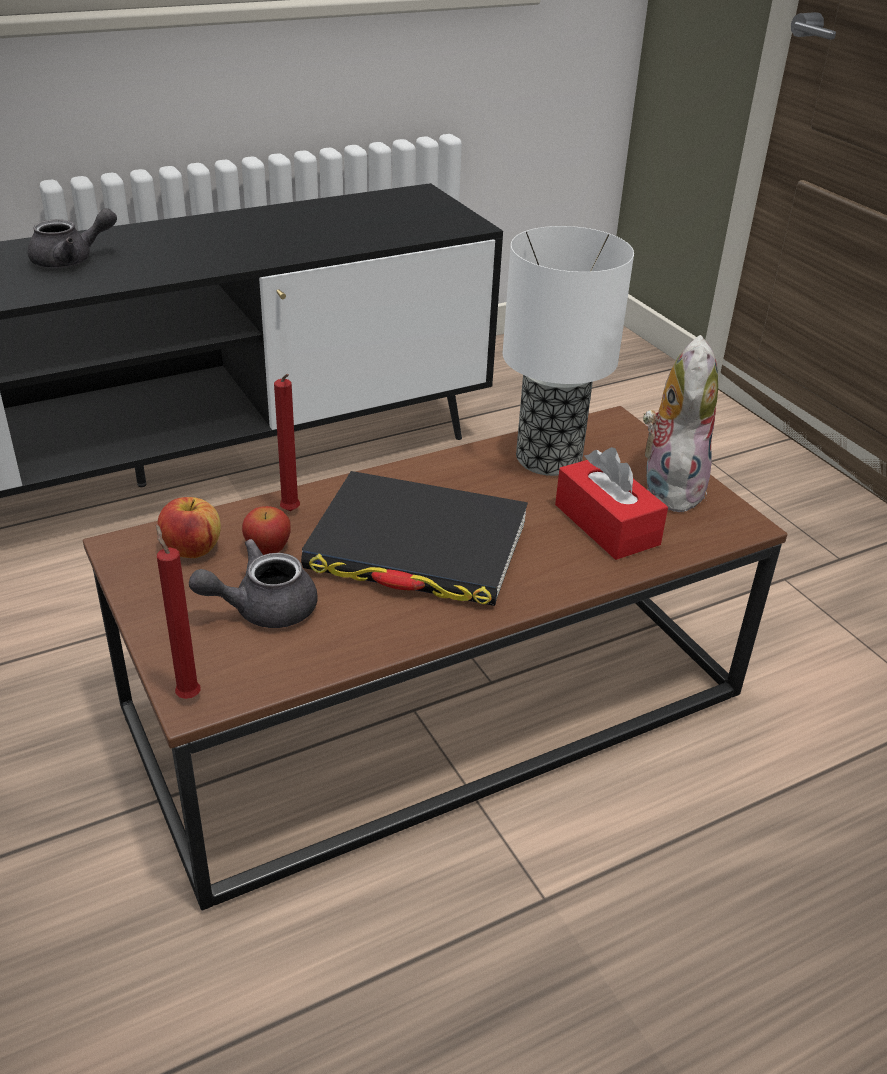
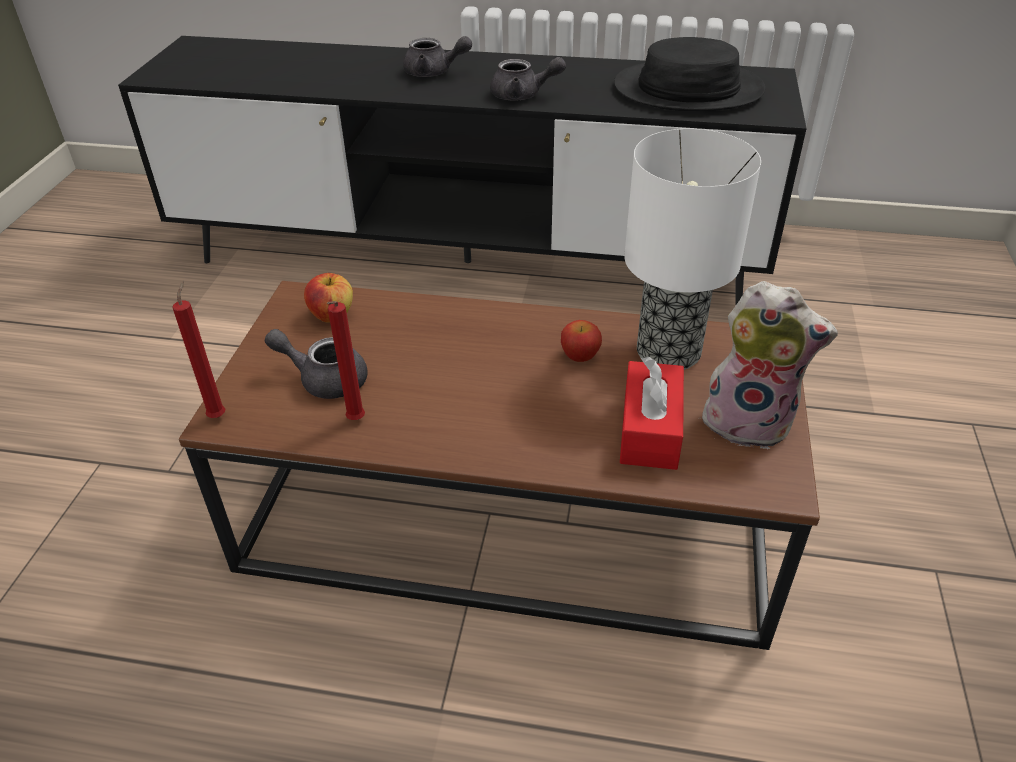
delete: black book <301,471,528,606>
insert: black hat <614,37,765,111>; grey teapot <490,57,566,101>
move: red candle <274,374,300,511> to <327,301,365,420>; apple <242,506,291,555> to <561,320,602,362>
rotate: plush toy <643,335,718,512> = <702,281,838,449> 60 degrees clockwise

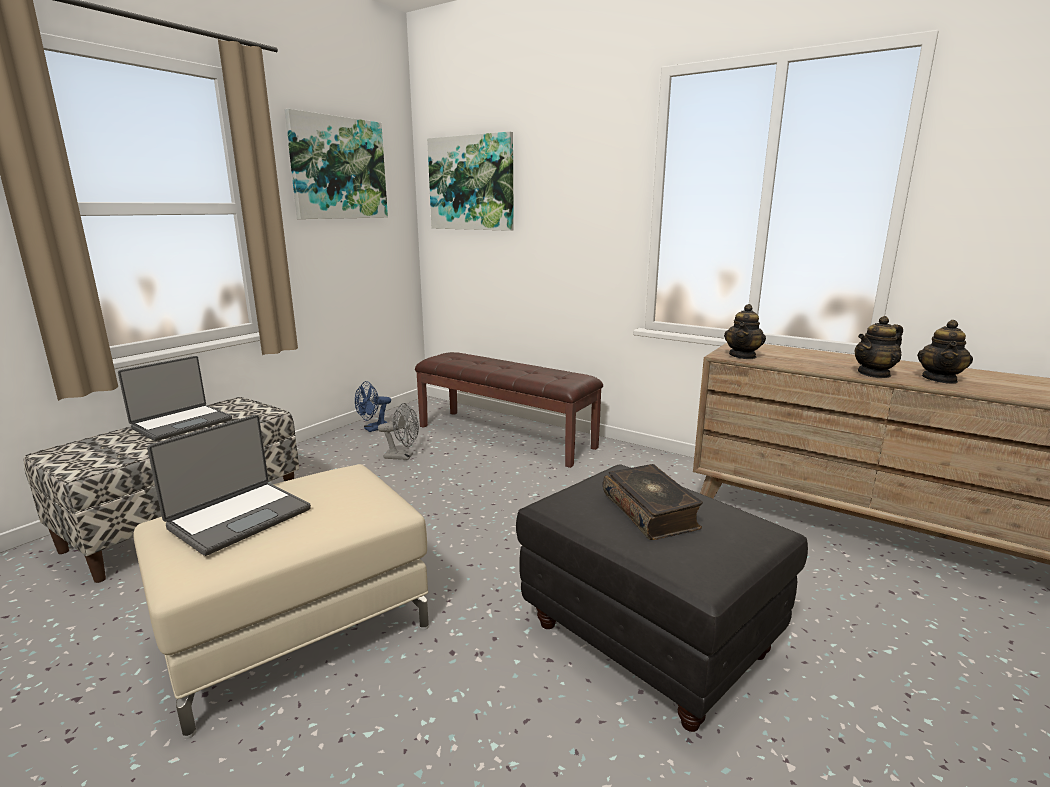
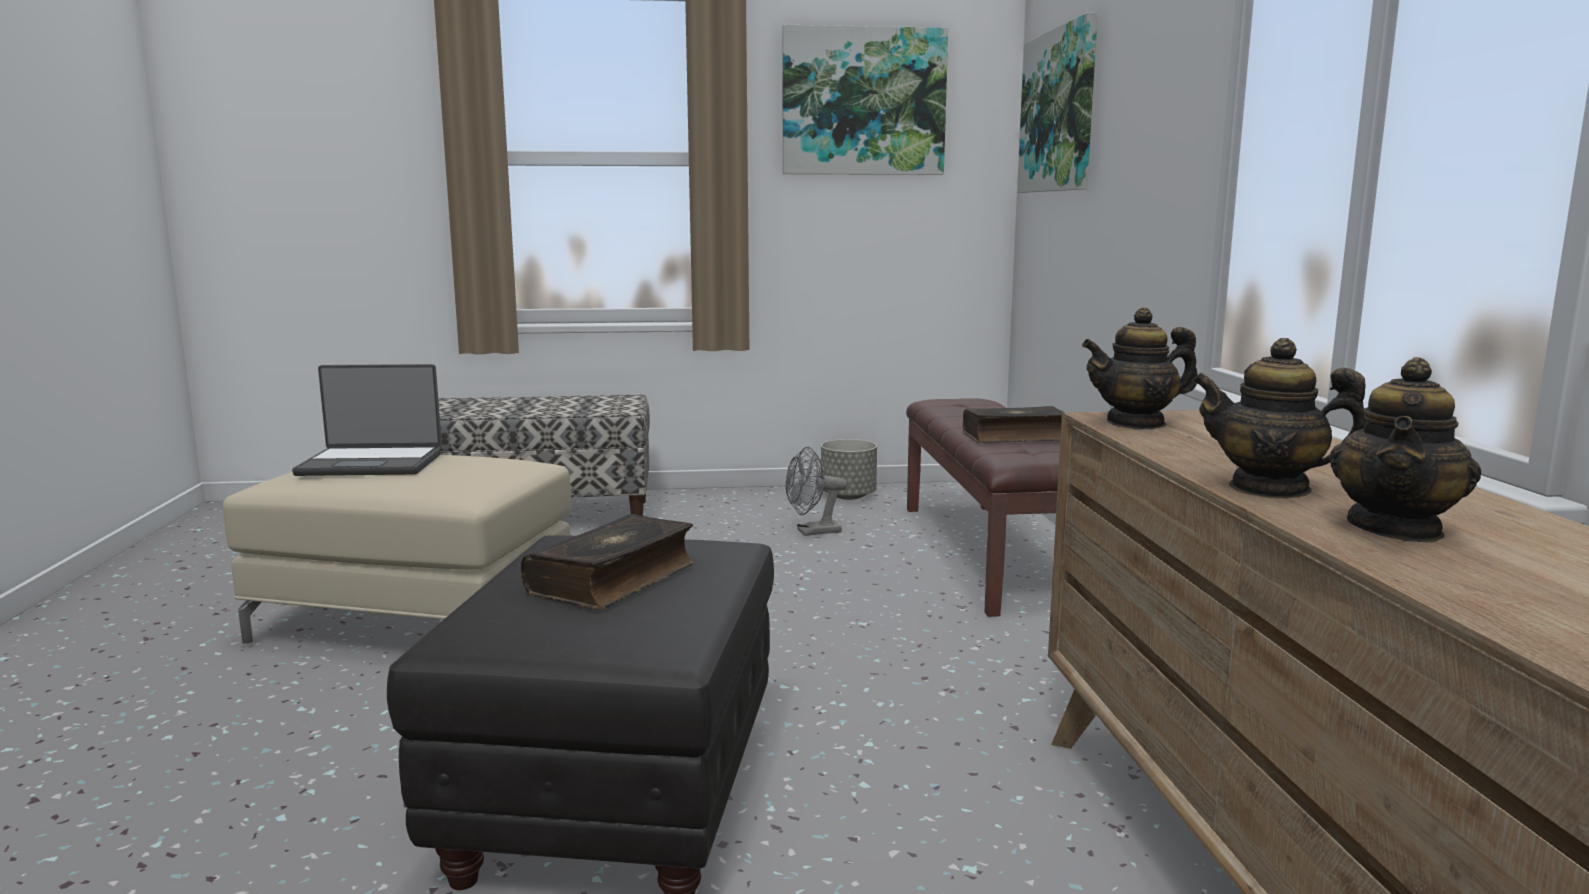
delete: laptop <118,356,232,441>
insert: book <963,406,1063,443>
replace: blue fan <355,381,391,432> to grey planter <821,439,877,500>
rotate: teapot <917,320,973,384> = <1329,357,1482,543> 45 degrees counterclockwise; grey fan <378,403,419,460> = <786,447,847,536> 105 degrees clockwise

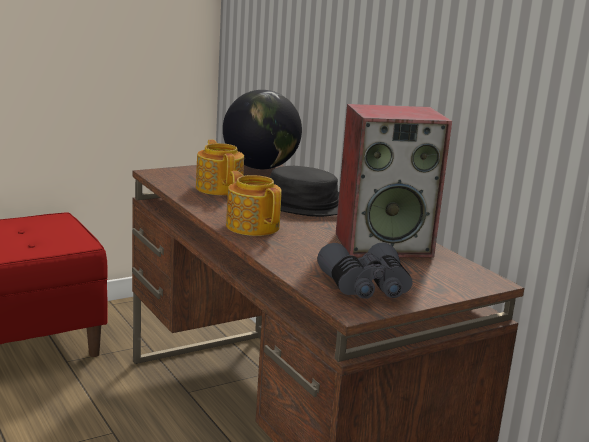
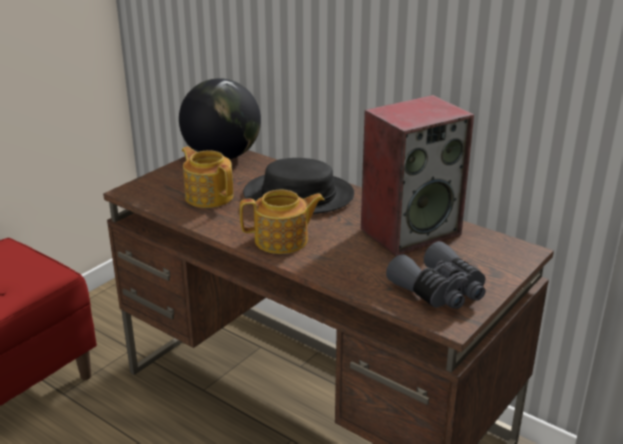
rotate: teapot <226,171,282,236> = <239,190,325,254> 135 degrees clockwise

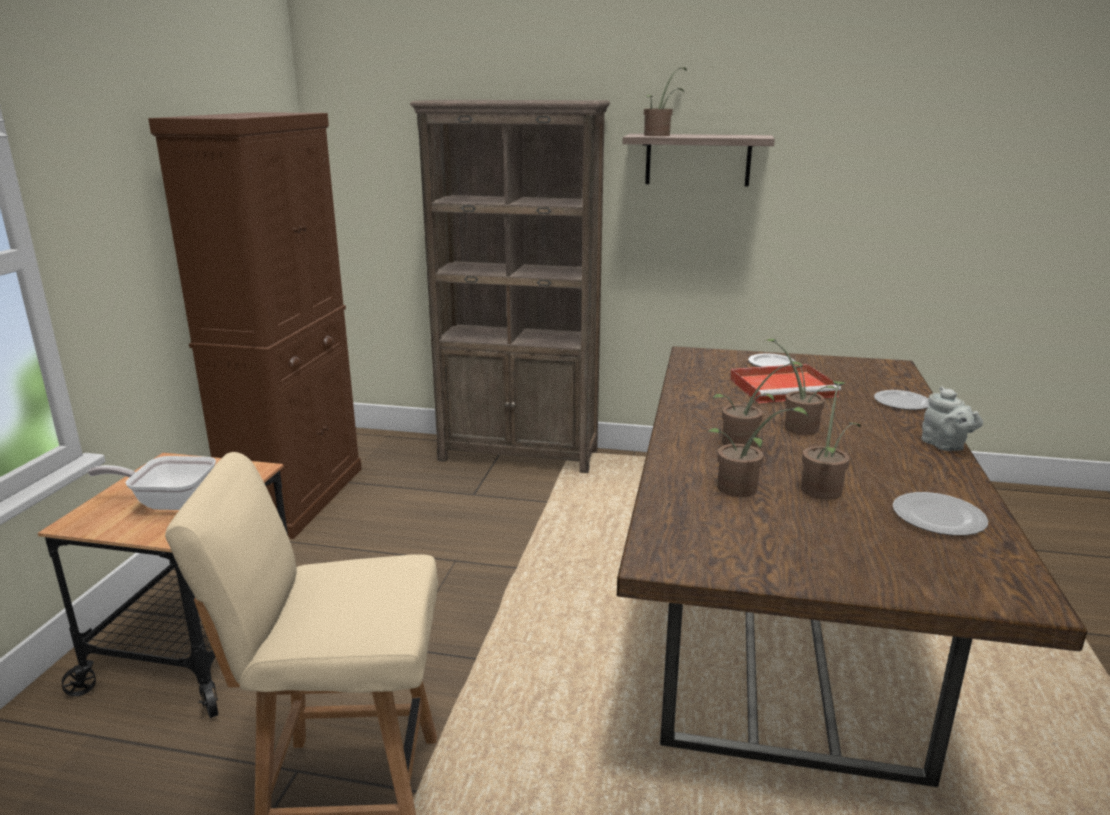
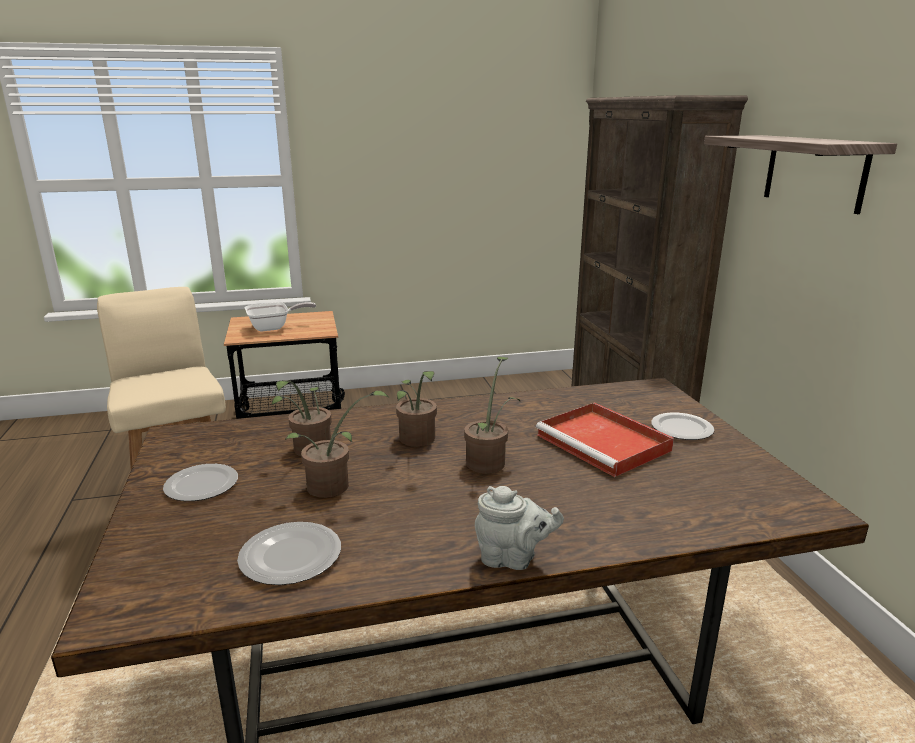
delete: potted plant <644,67,687,136>; brown cabinet <148,112,362,539>
move: plate <874,390,929,410> to <163,464,238,501>
rotate: grey teapot <922,387,983,451> = <475,486,564,570> 120 degrees counterclockwise; frying pan <88,456,216,510> = <245,302,316,331> 90 degrees clockwise

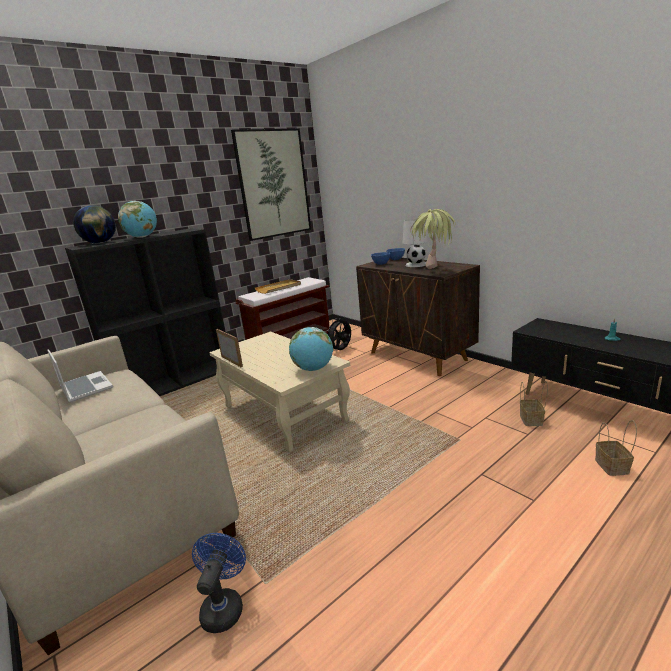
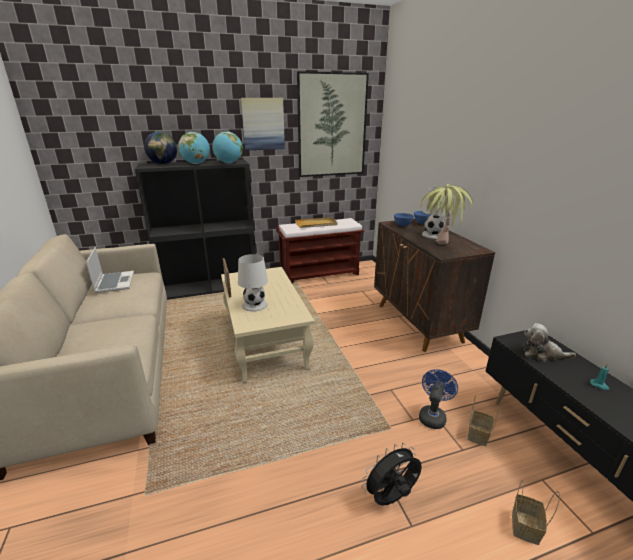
insert: picture <241,98,285,151>; white table lamp <238,254,268,312>; plush toy <523,323,576,362>
move: black fan <325,318,351,351> to <361,443,422,506>; globe <289,327,333,371> to <212,132,243,163>; blue fan <192,533,246,633> to <419,369,458,429>

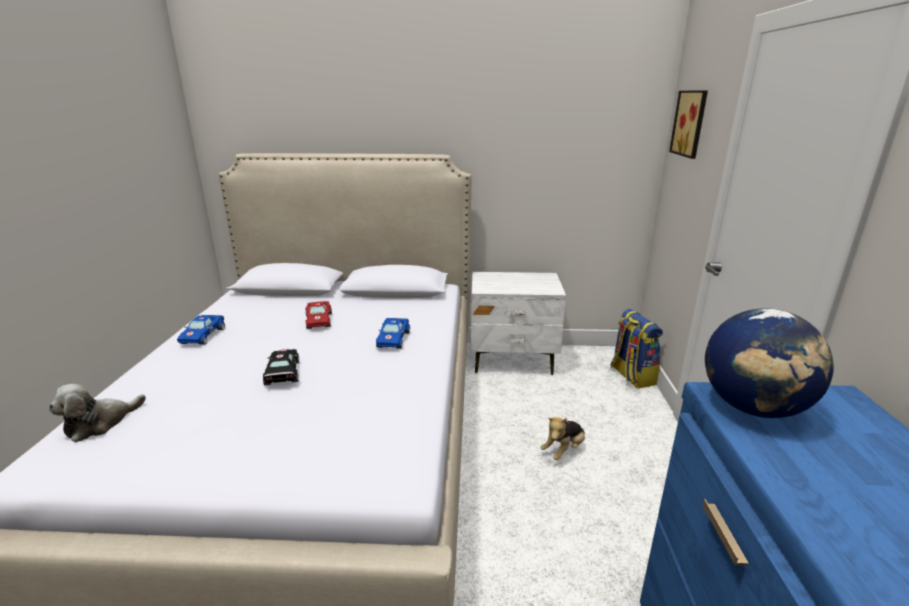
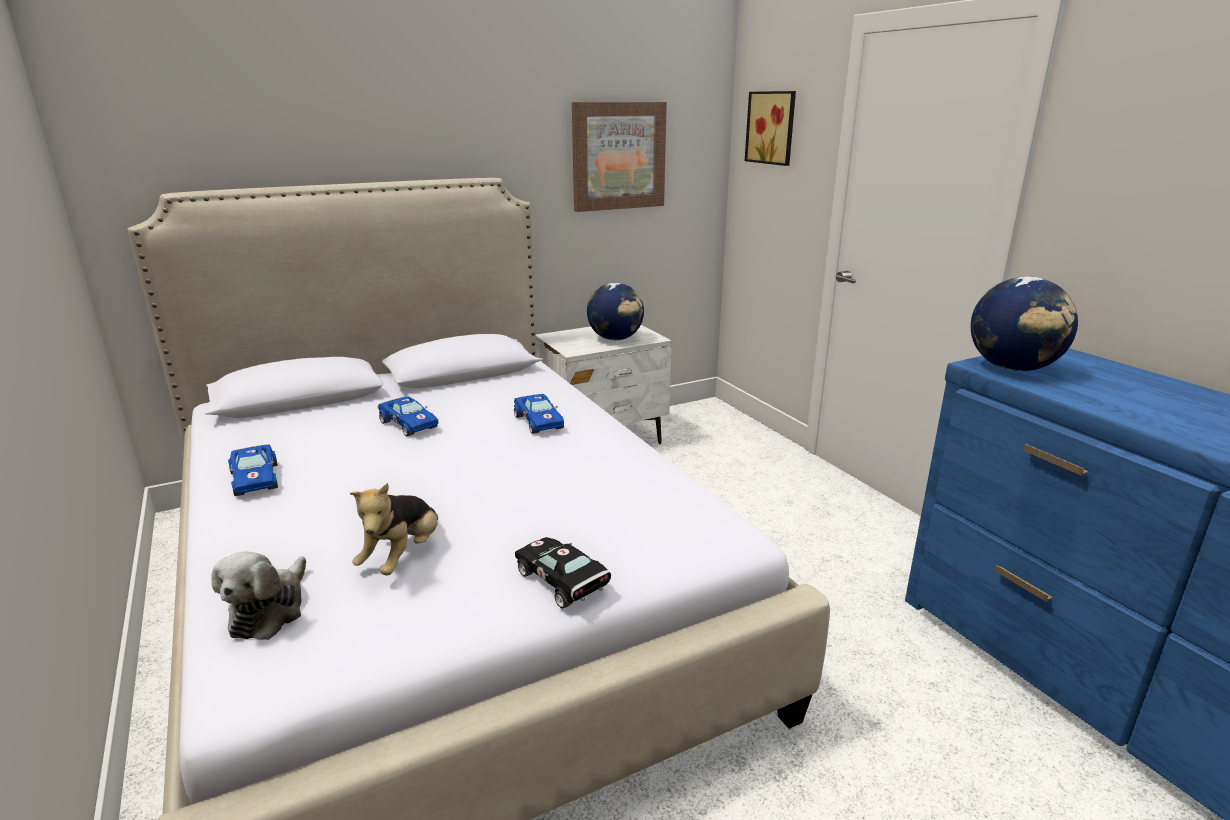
delete: backpack <610,309,663,388>
insert: picture <572,102,667,212>; globe <587,283,644,340>
move: black toy car <263,349,299,385> to <515,537,611,609>; plush toy <540,417,585,460> to <350,483,438,575>
recolor: red toy car <305,301,332,329> to blue toy car <378,396,438,436>

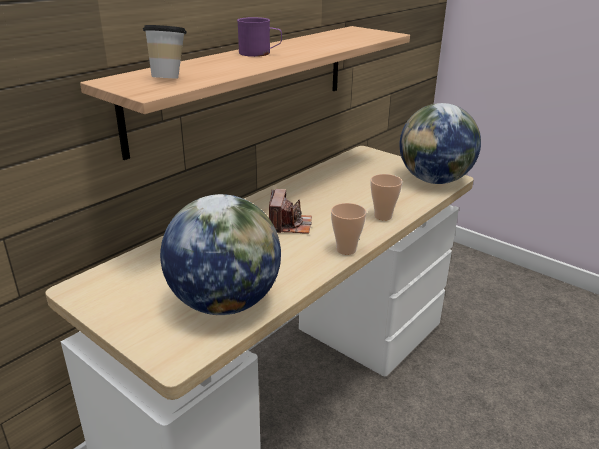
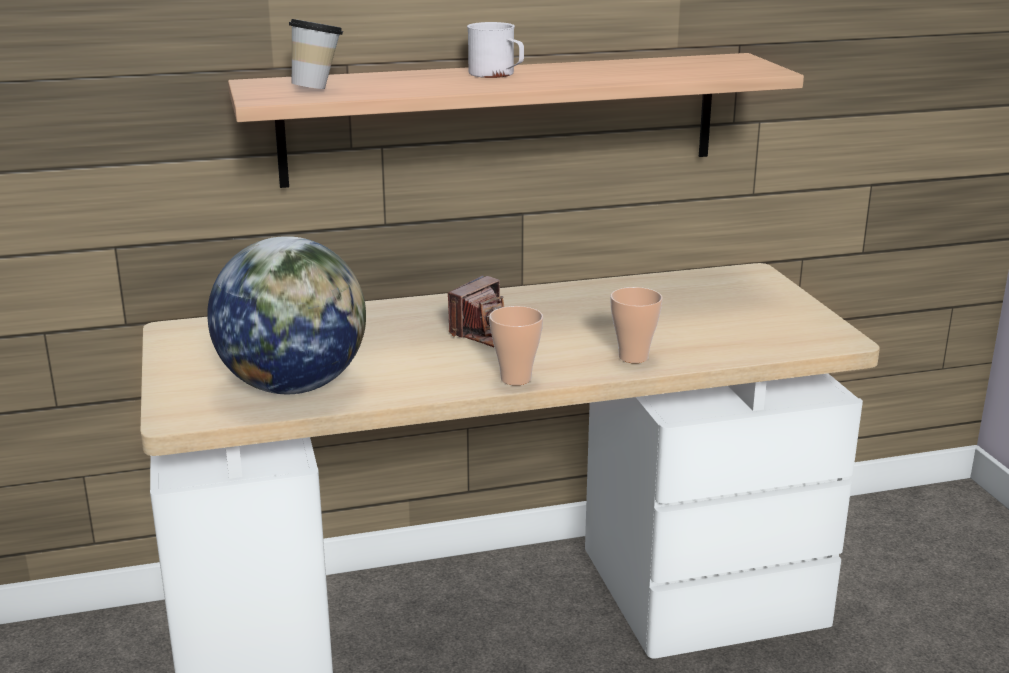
delete: globe <400,103,481,184>
recolor: purple mug <237,17,282,57> to white mug <467,22,524,78>

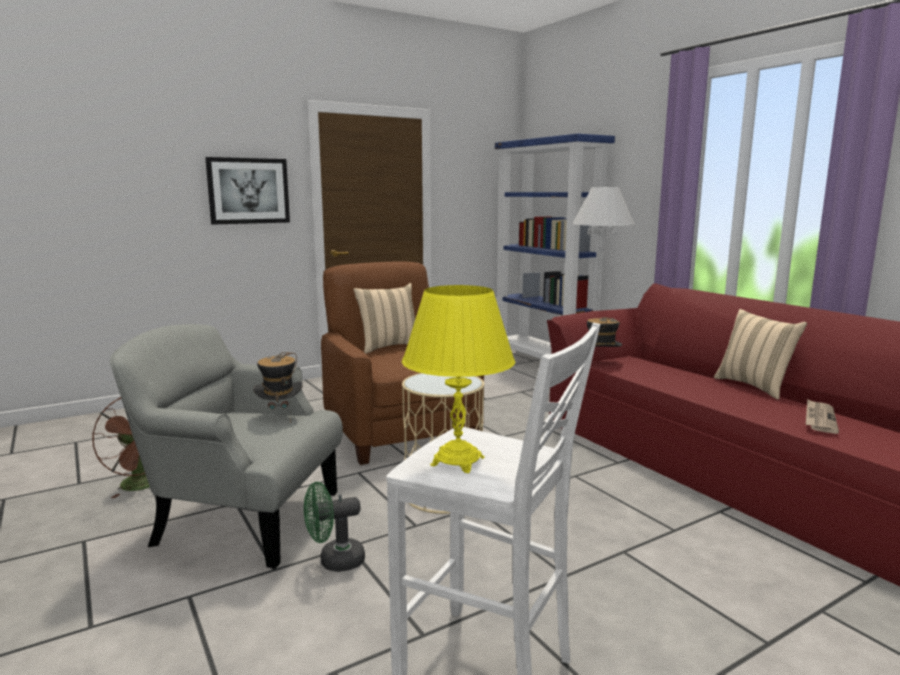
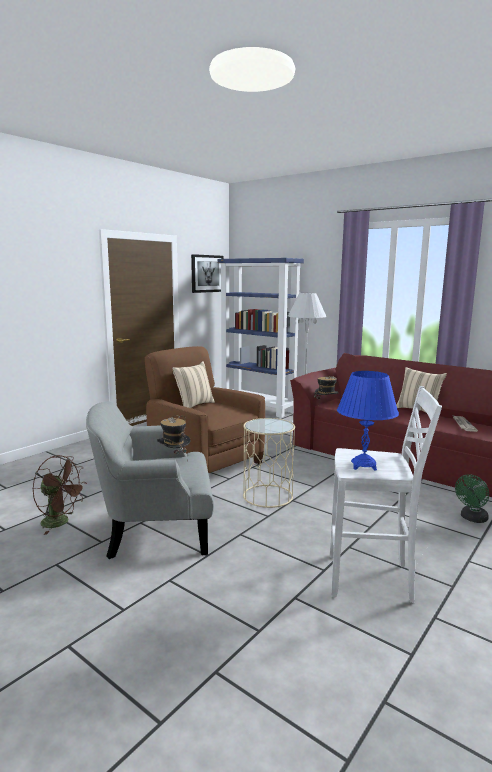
move: picture <205,157,290,225> to <191,254,223,293>; green fan <304,482,365,572> to <455,474,489,523>
recolor: yellow table lamp <402,285,515,473> to blue table lamp <337,371,399,470>

